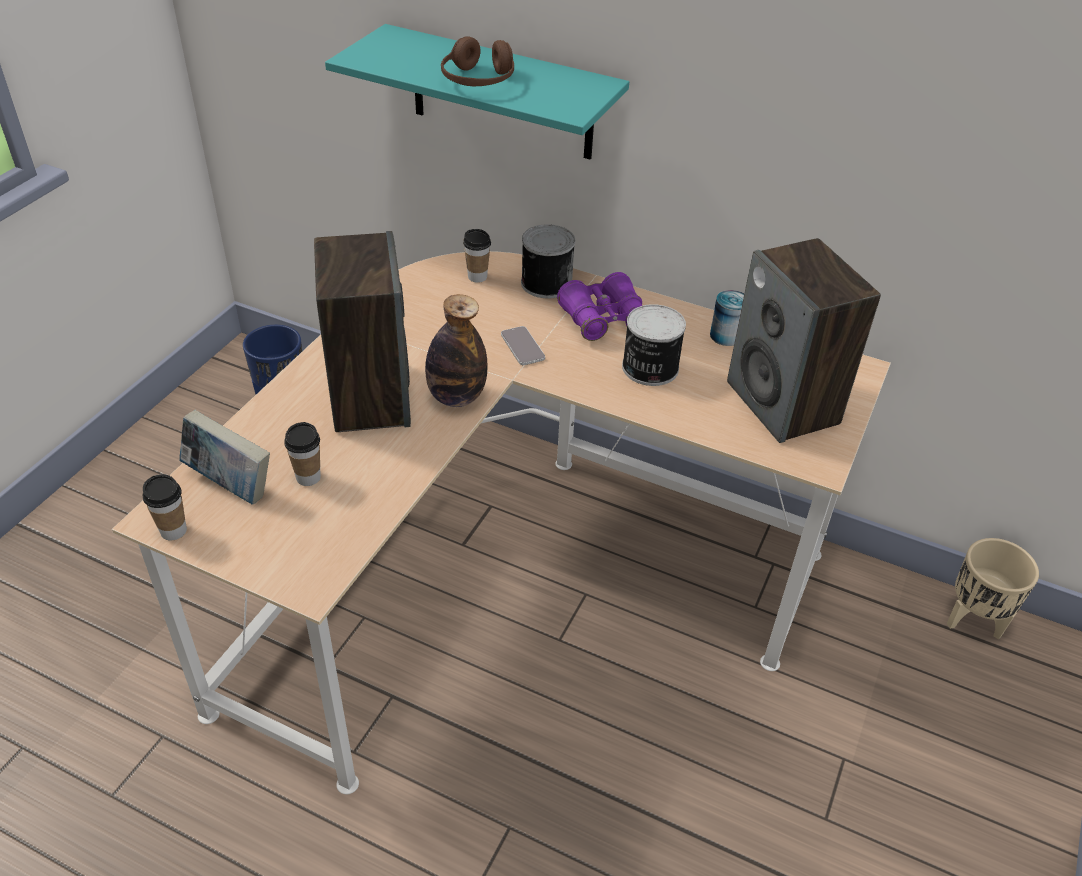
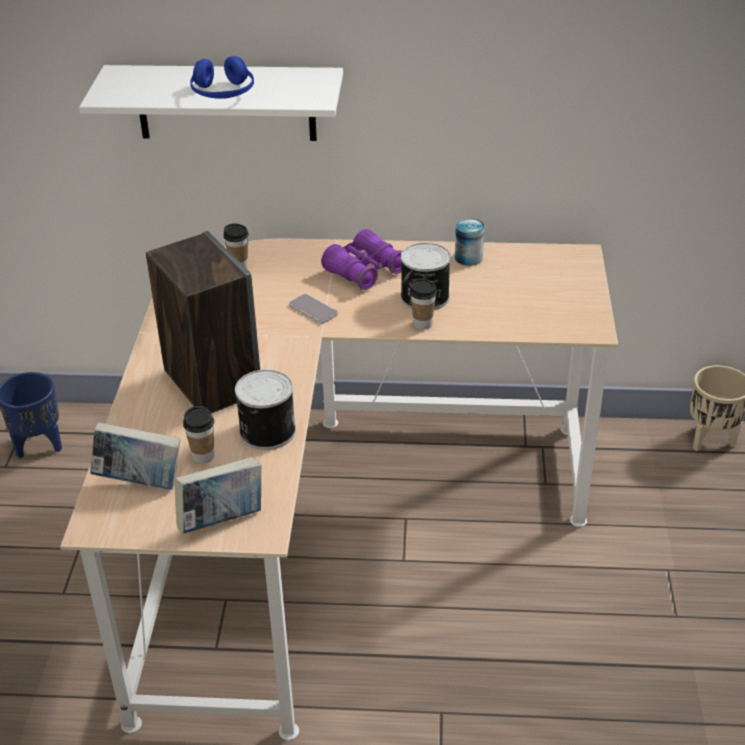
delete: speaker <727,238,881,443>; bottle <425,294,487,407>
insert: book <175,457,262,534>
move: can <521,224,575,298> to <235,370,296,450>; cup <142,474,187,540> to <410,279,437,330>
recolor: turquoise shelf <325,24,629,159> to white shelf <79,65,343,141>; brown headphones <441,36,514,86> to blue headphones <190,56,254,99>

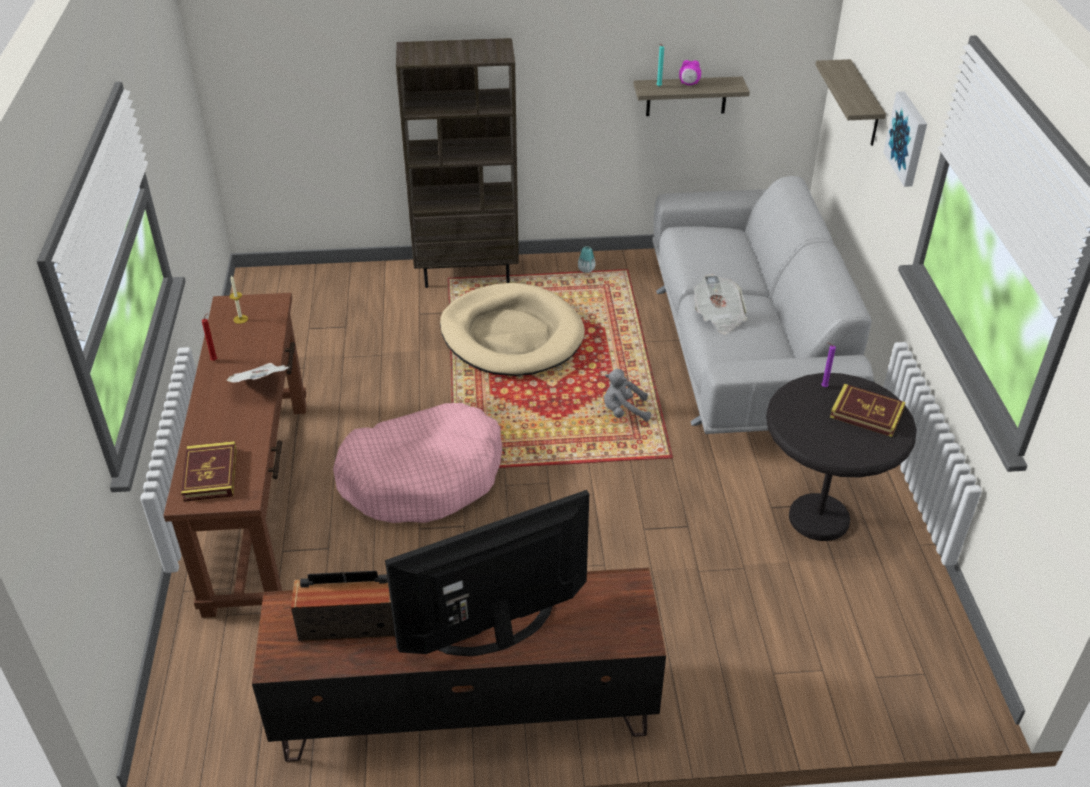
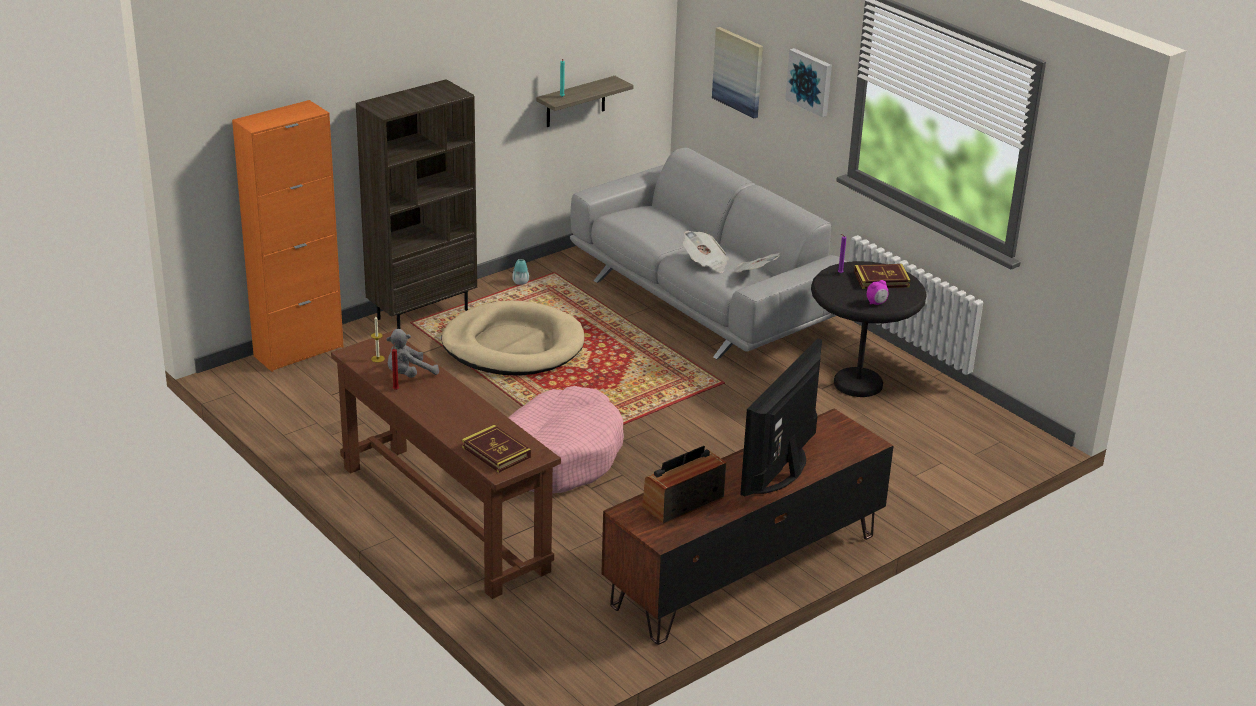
insert: orange cabinet <232,100,344,372>
move: alarm clock <679,60,701,85> to <867,280,889,305>; newspaper <227,363,289,383> to <732,253,780,273>; grey plush toy <604,369,651,421> to <386,329,439,378>
replace: shelf <815,59,886,146> to picture <712,27,763,119>

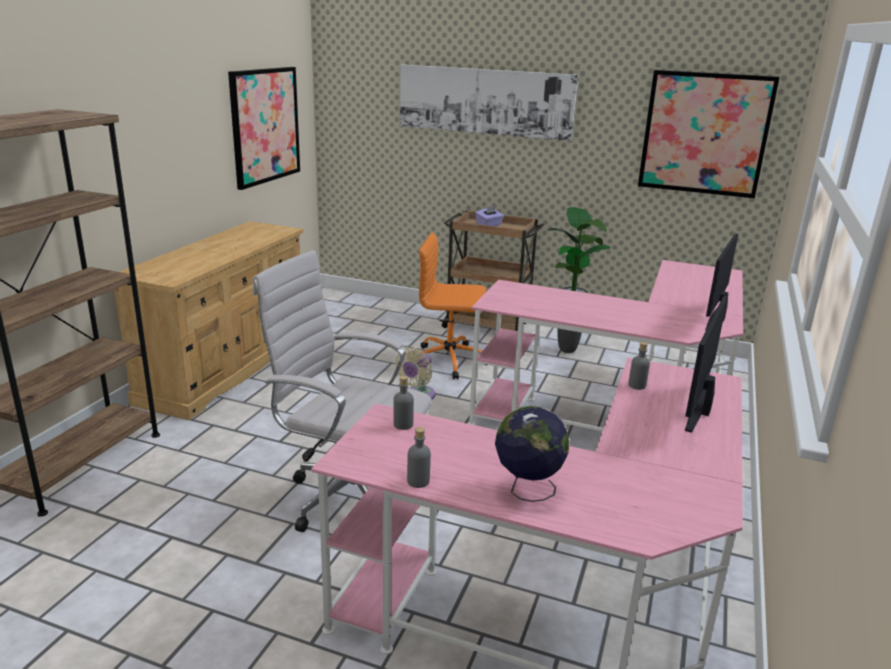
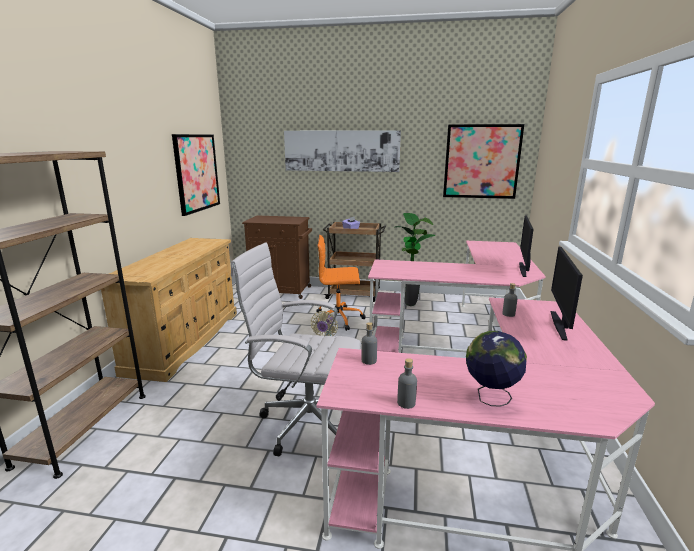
insert: brown cabinet <242,215,312,299>

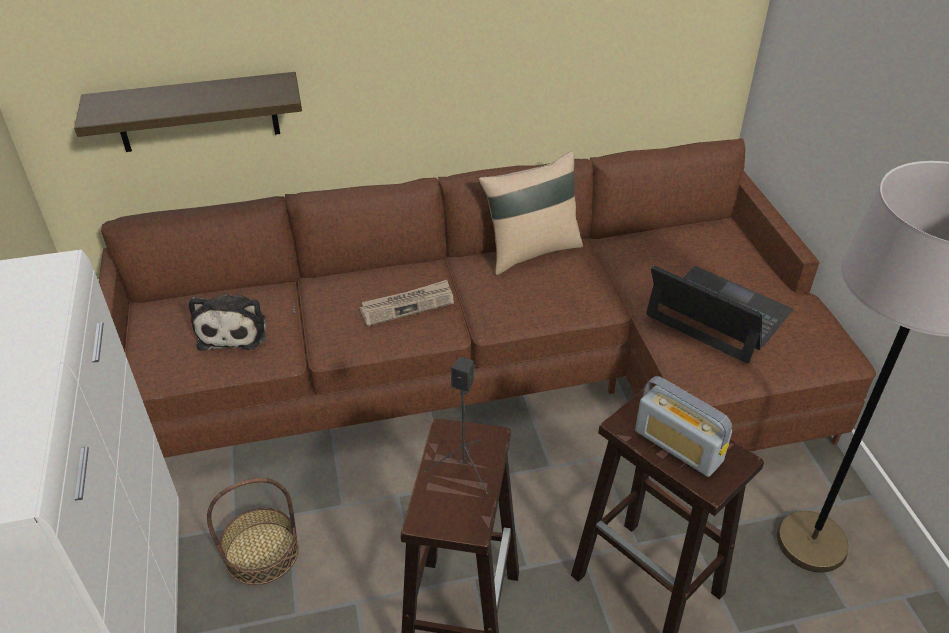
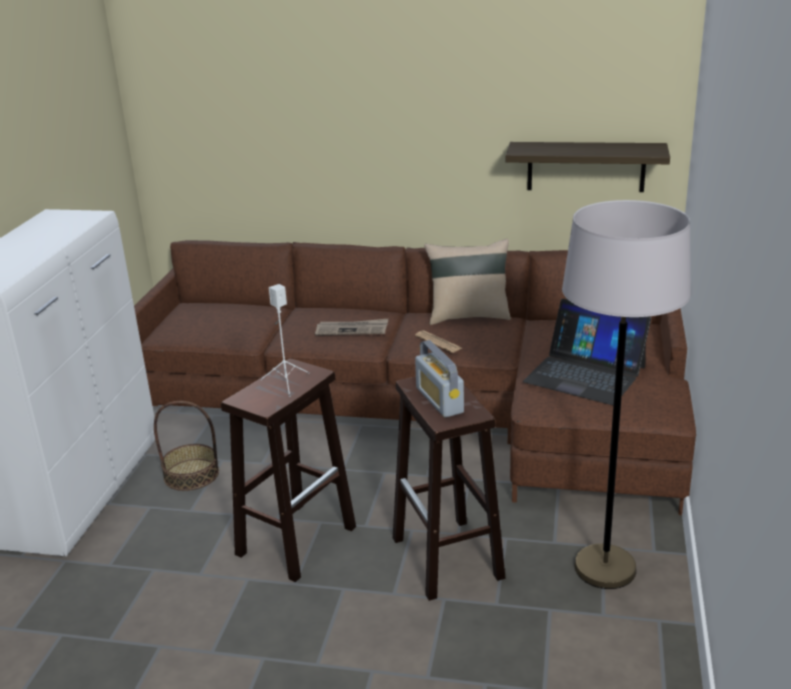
delete: plush toy <189,295,266,351>
insert: newspaper <415,330,462,353>
move: shelf <74,72,302,152> to <506,142,670,192>
recolor: black speaker <424,357,488,495> to white speaker <260,284,309,397>
rotate: laptop <646,265,793,364> = <523,299,651,405> 150 degrees clockwise

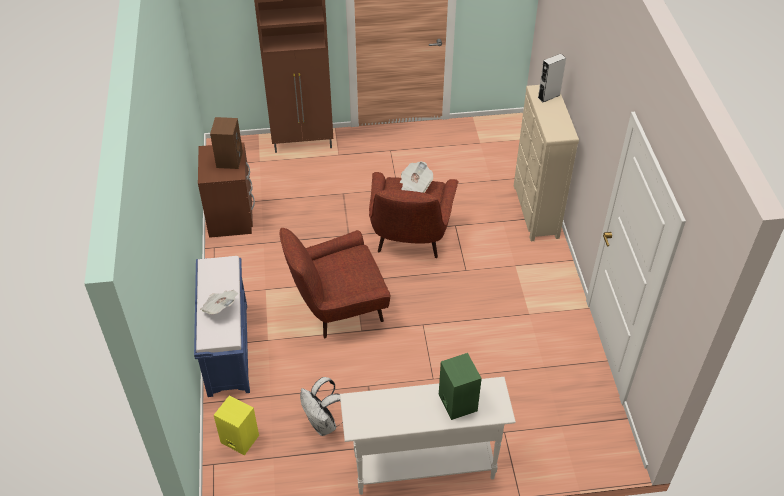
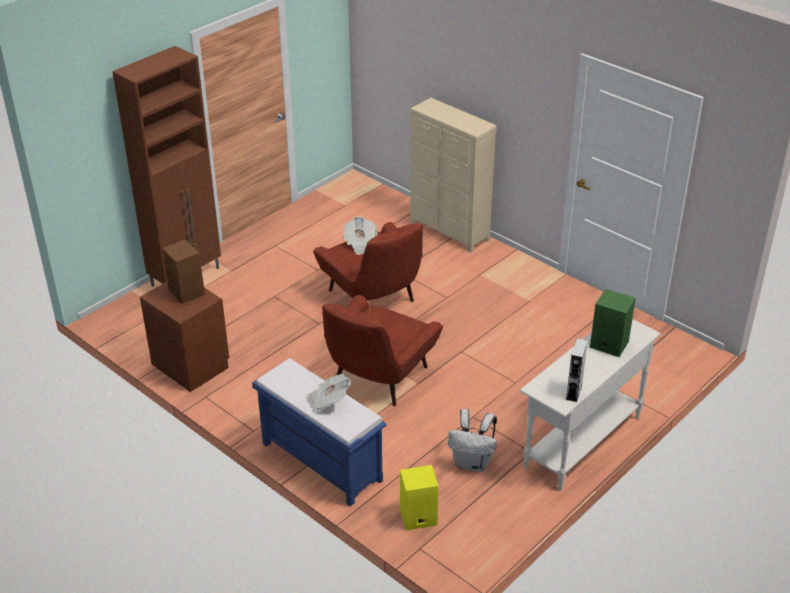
move: grey speaker <538,54,566,102> to <566,338,588,402>

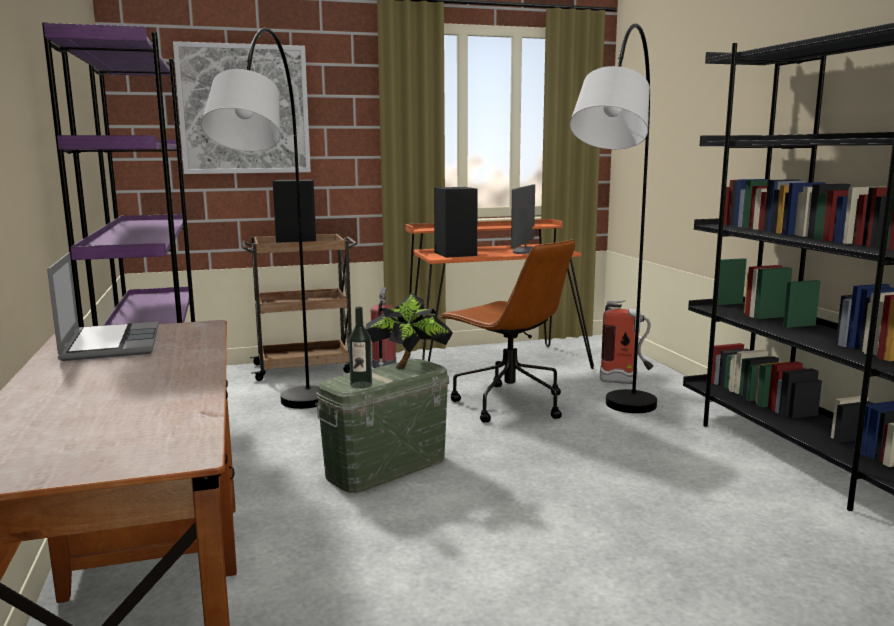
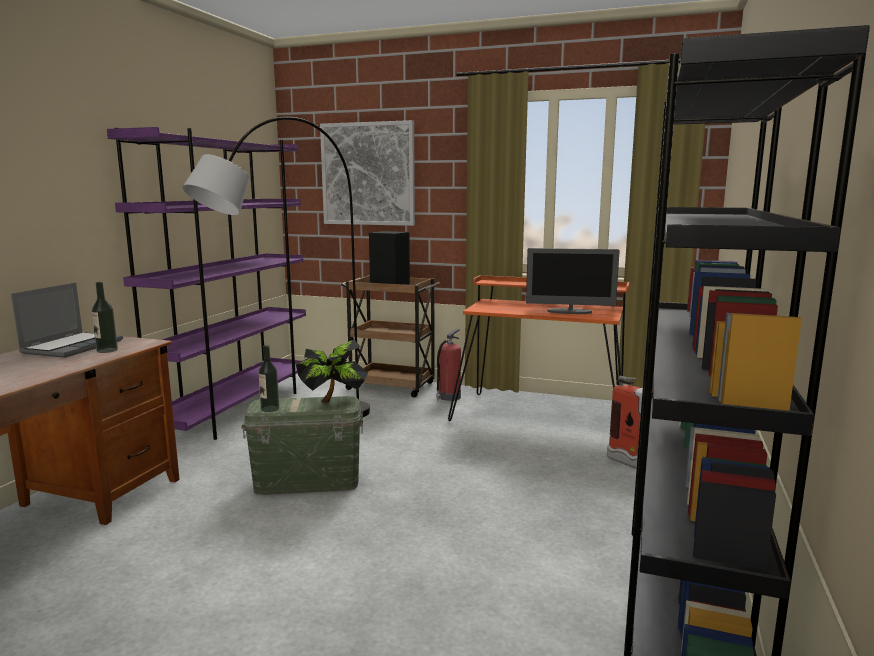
delete: grey floor lamp <570,23,657,413>; black speaker <434,187,478,258>; brown office chair <439,239,575,423>
insert: bottle <92,282,118,353>
rotate: monitor <511,185,535,254> = <526,248,620,314> 135 degrees counterclockwise

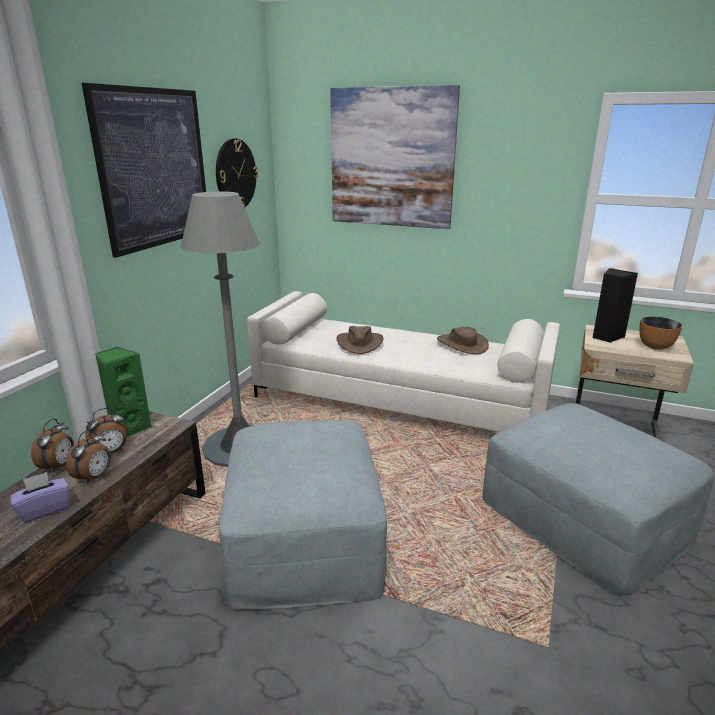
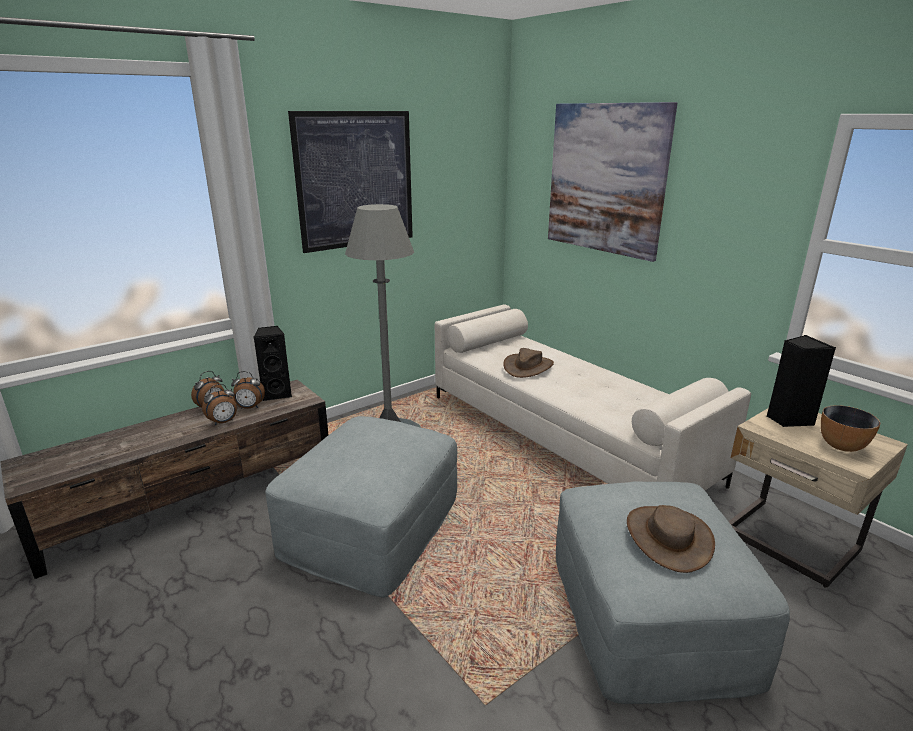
delete: wall clock <216,138,258,208>; purple tissue box <10,472,69,523>
move: brown hat <437,327,489,354> to <627,505,715,573>
recolor: green speaker <95,347,152,438> to black speaker <253,326,292,401>

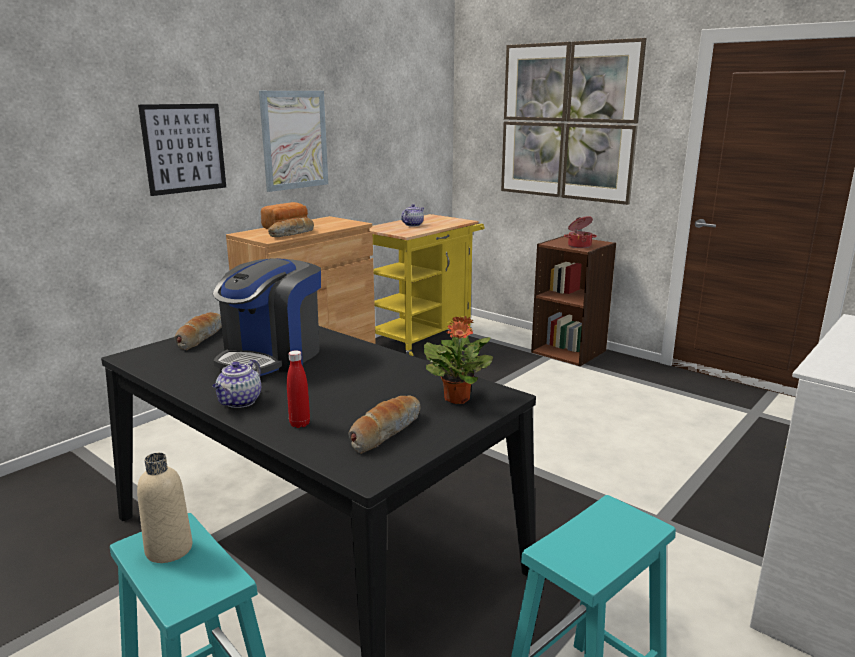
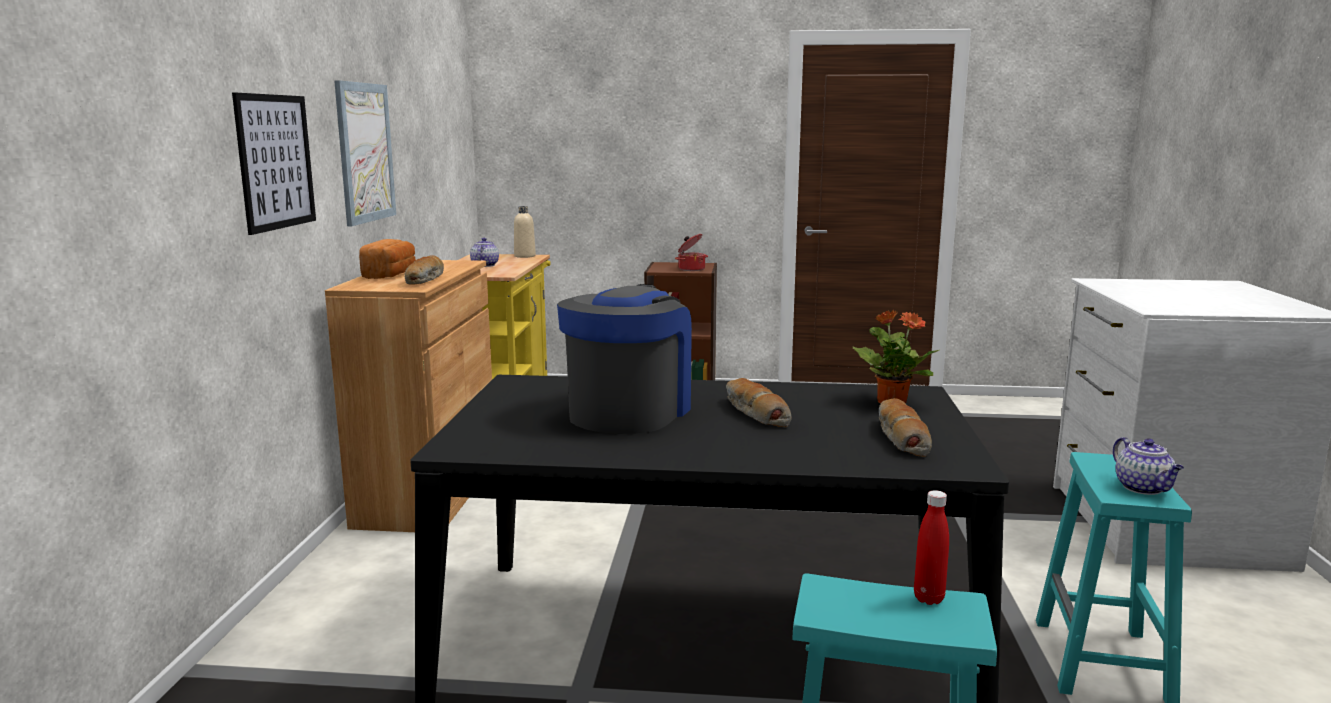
delete: picture <501,38,647,205>
move: bread <174,312,222,350> to <726,378,792,427>; red bottle <287,350,310,428> to <914,490,949,605>; teapot <212,360,261,408> to <1113,437,1184,495>; beige bottle <137,453,193,563> to <514,206,536,258>
rotate: coffee machine <213,258,321,376> = <557,284,692,434> 150 degrees counterclockwise

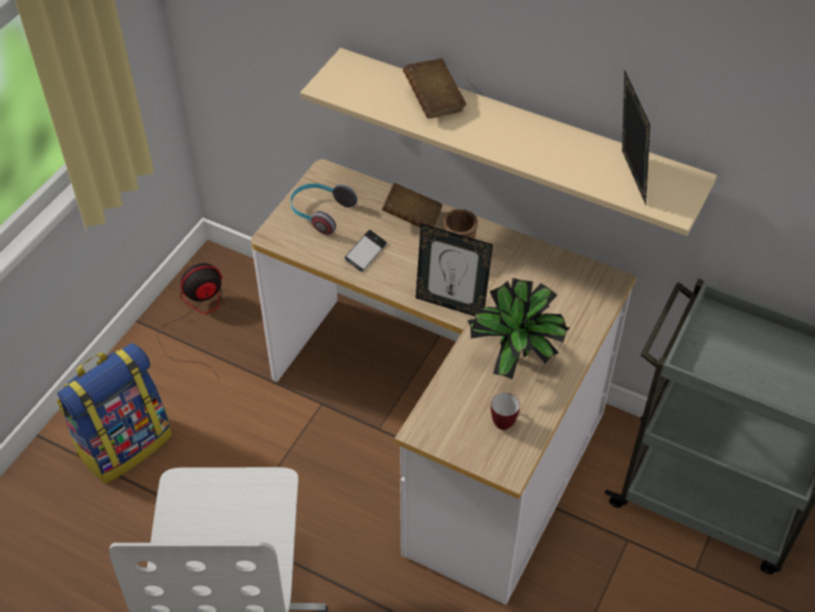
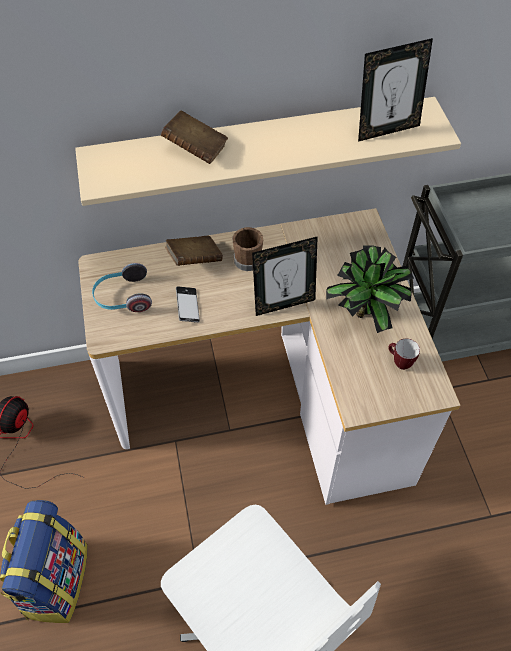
rotate: picture frame <622,69,650,205> = <358,38,433,142> 120 degrees clockwise

